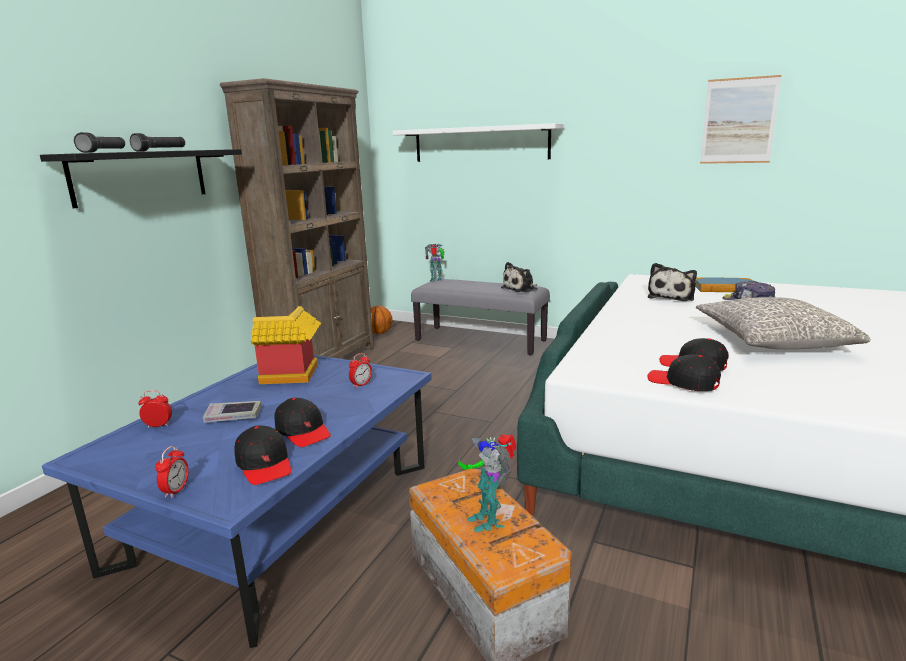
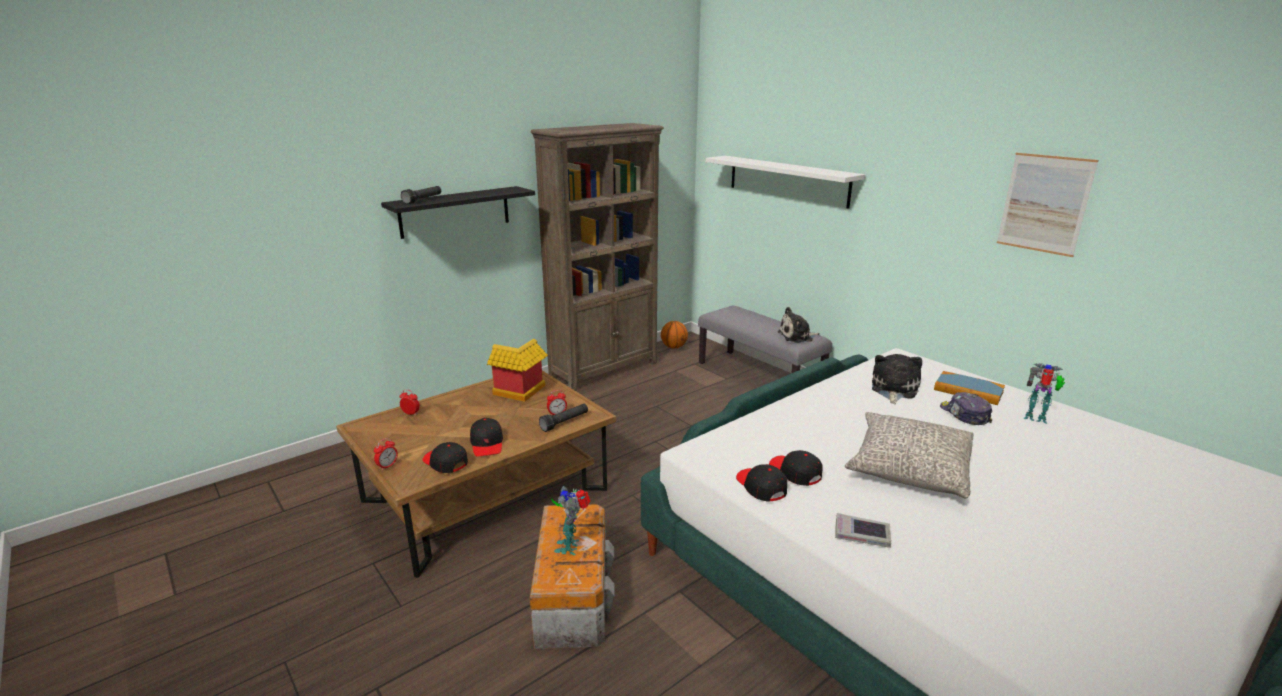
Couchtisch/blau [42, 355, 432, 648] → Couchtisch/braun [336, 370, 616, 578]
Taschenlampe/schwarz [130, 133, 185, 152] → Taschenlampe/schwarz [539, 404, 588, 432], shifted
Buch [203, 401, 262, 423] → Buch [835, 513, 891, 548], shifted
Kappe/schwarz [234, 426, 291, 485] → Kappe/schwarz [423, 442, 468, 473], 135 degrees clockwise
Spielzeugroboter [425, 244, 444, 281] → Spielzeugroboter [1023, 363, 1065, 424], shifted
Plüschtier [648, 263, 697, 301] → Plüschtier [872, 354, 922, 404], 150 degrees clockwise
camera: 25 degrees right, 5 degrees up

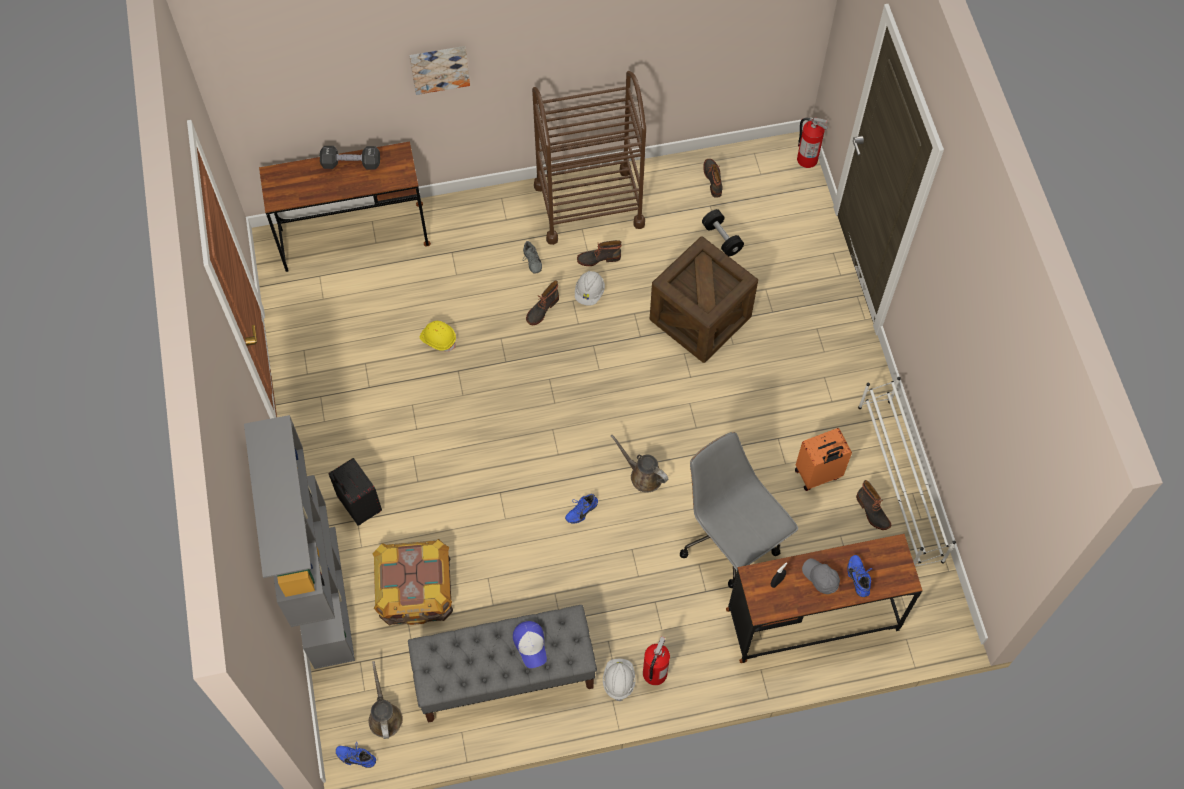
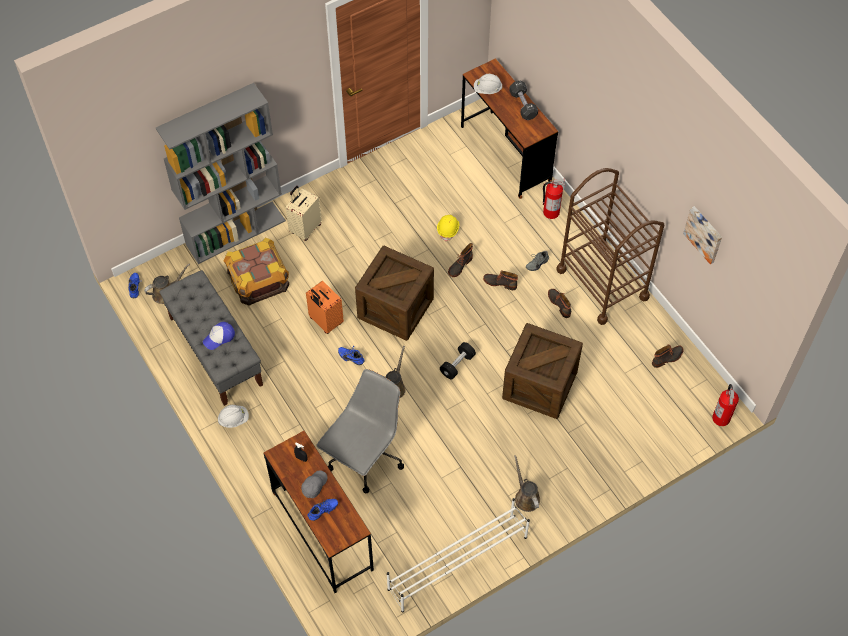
Koffer/schwarz [328, 458, 382, 526] → Koffer/beige [286, 186, 322, 241]
Bild [409, 46, 470, 95] → Bild [683, 206, 722, 264], shifted
Schutzhelm/weiß [575, 271, 605, 306] → Schutzhelm/weiß [474, 74, 503, 94], shifted
Feuerlöscher [643, 636, 670, 685] → Feuerlöscher [543, 179, 566, 219], shifted
Hantel/schwarz [702, 209, 744, 256] → Hantel/schwarz [440, 342, 476, 379], shifted
Koffer/orange [795, 428, 852, 491] → Koffer/orange [306, 281, 344, 334], shifted
Stiefel [856, 480, 891, 530] → Stiefel [448, 243, 473, 277], shifted
- → Kiste [355, 246, 434, 341]
- → Gießkanne/braun [514, 455, 540, 512]
camera: 70 degrees right, 5 degrees down

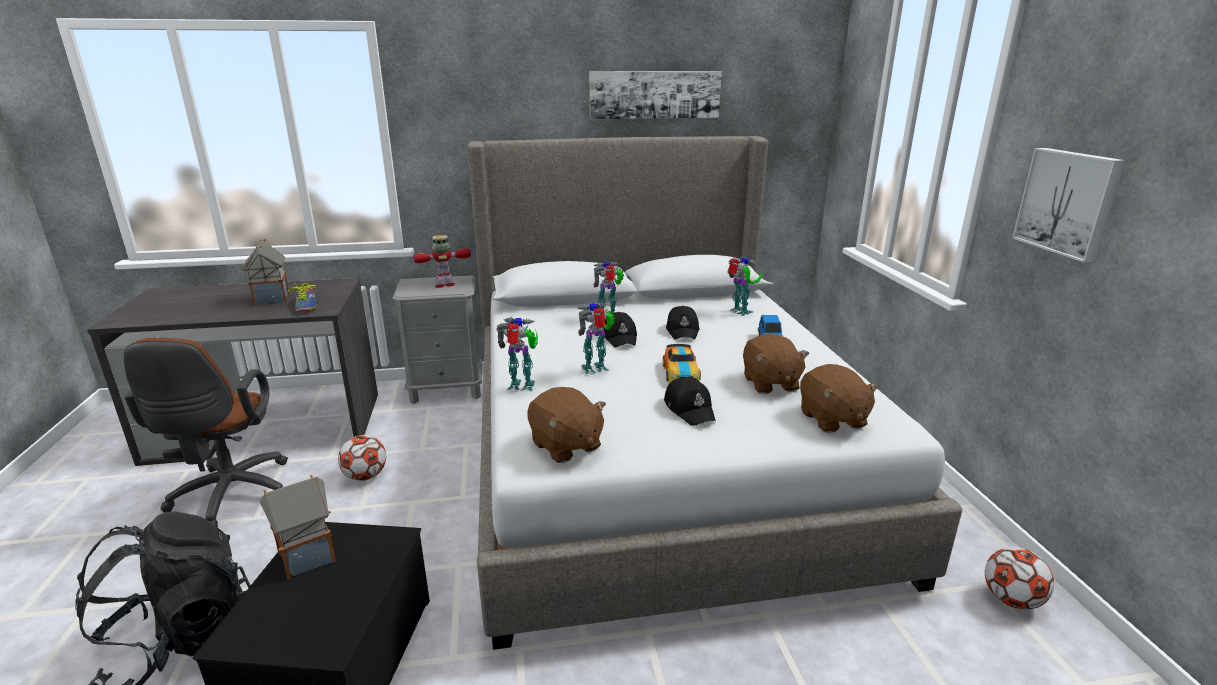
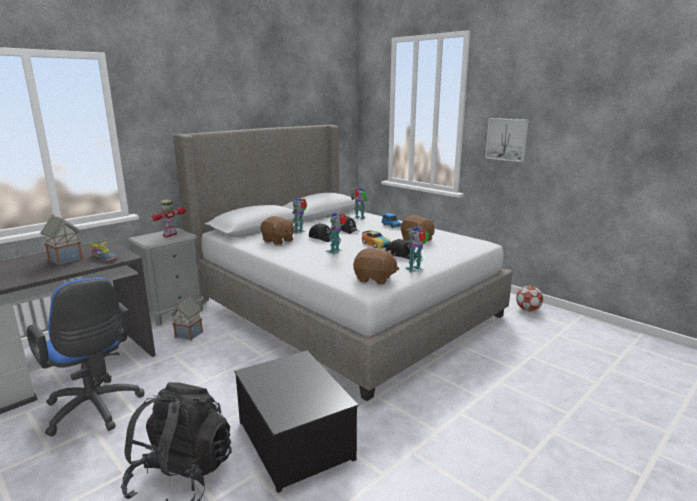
Bürostuhl/braun [124, 337, 288, 527] → Bürostuhl/blau [27, 277, 145, 436]
Spielzeughaus [260, 475, 336, 580] → Spielzeughaus [170, 296, 203, 341], shifted
Fußball [338, 435, 386, 481] → -
Spielzeugroboter [496, 317, 538, 391] → Spielzeugroboter [405, 227, 429, 273], shifted
Bild [589, 71, 722, 119] → -
Plüschtier/braun [800, 364, 879, 433] → Plüschtier/braun [260, 216, 294, 245], shifted
camera: 35 degrees left, 5 degrees down

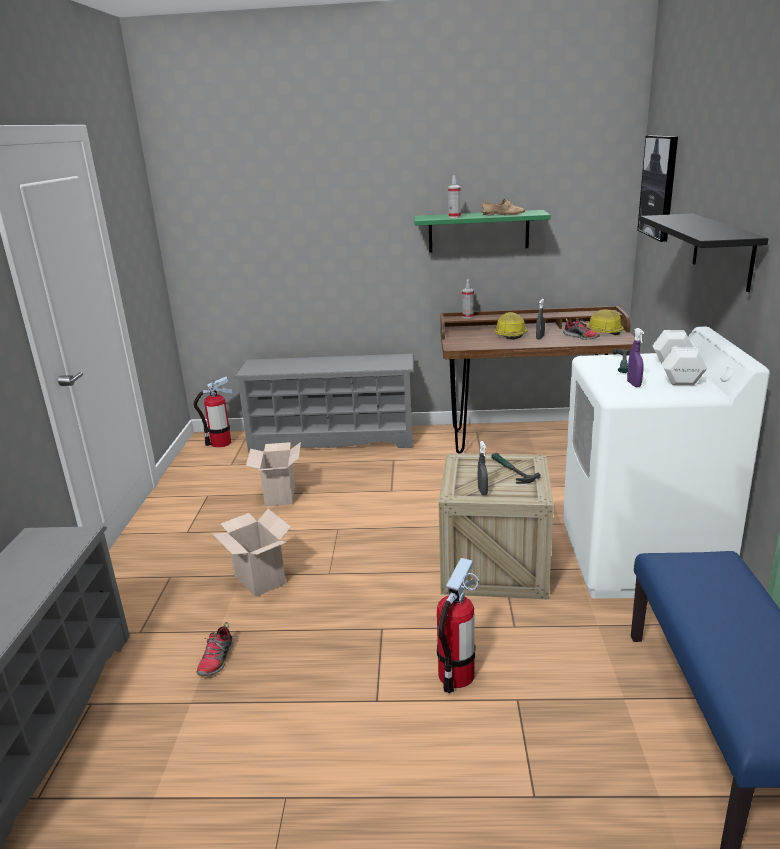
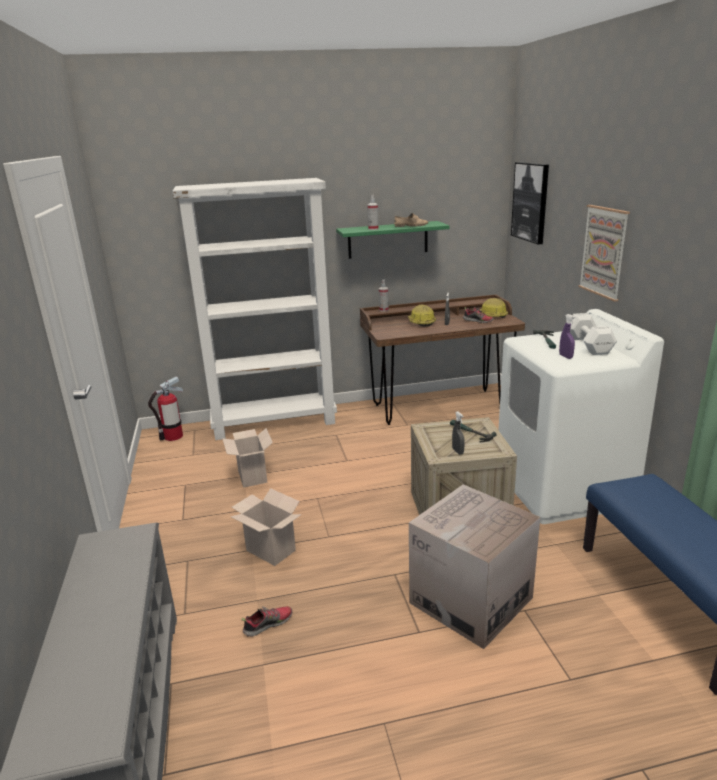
Schuh [196, 622, 234, 676] → Schuh [242, 606, 292, 637], 120 degrees counterclockwise
Schuhregal/grau [234, 354, 414, 453] → Bücherregal/weiß [173, 178, 337, 440]
Feuerlöscher [437, 558, 479, 693] → Karton [409, 484, 540, 649]
Wandregal/schwarz [640, 214, 768, 292] → Bild [578, 205, 630, 302]
camera: 15 degrees left, 0 degrees up

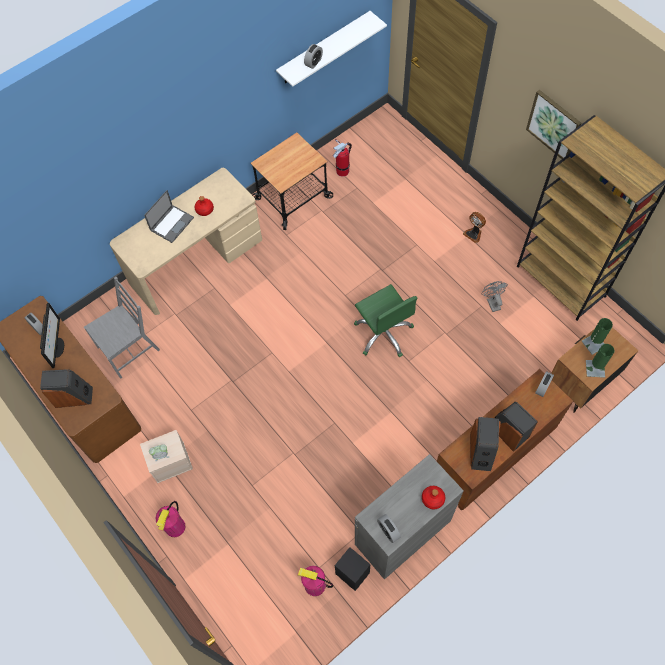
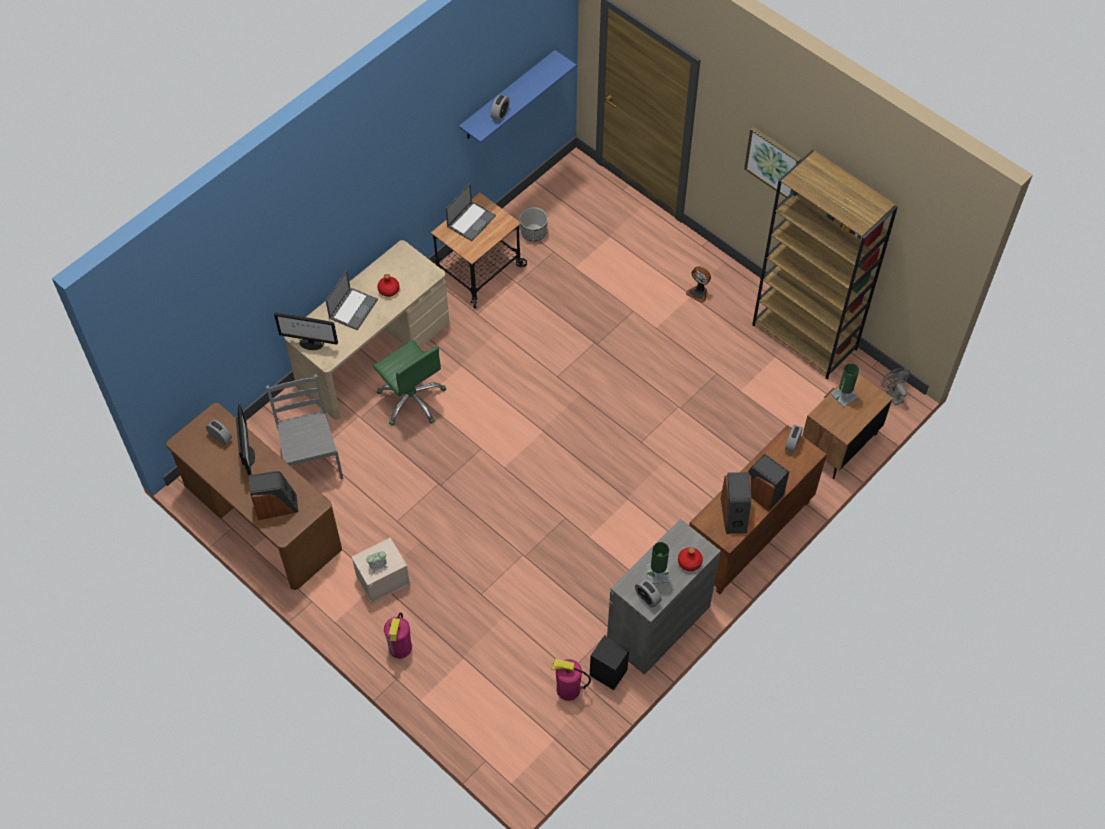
Stuhl/grau [84, 277, 160, 379] → Stuhl/grau [266, 374, 343, 479], 60 degrees counterclockwise
Wandregal/weiß [276, 11, 387, 87] → Wandregal/blau [459, 50, 577, 143]
Feuerlöscher [333, 139, 352, 177] → Pflanzkübel [519, 207, 548, 242]
Bürostuhl/grün [354, 284, 417, 357] → Bürostuhl/grün [373, 340, 446, 426], shifted
Ventilator/grau [482, 281, 508, 312] → Ventilator/grau [881, 368, 910, 405], shifted
Tischlampe/grün [586, 344, 614, 378] → Tischlampe/grün [646, 542, 670, 584], shifted
- → Monitor [274, 313, 338, 350]
- → Laptop [446, 183, 496, 241]
camera: 10 degrees left, 5 degrees down

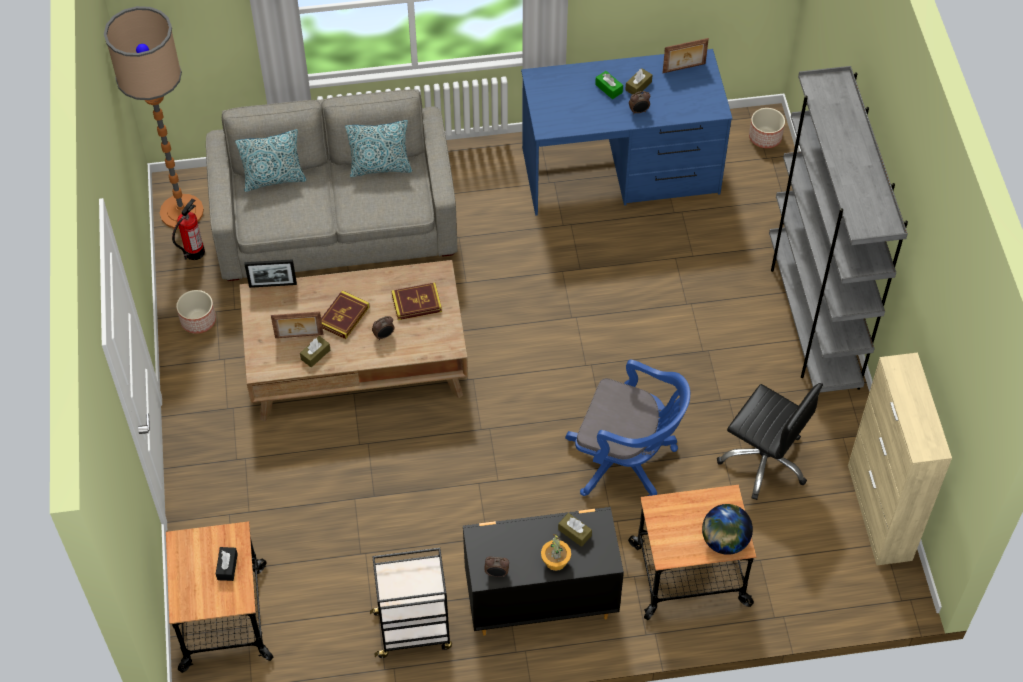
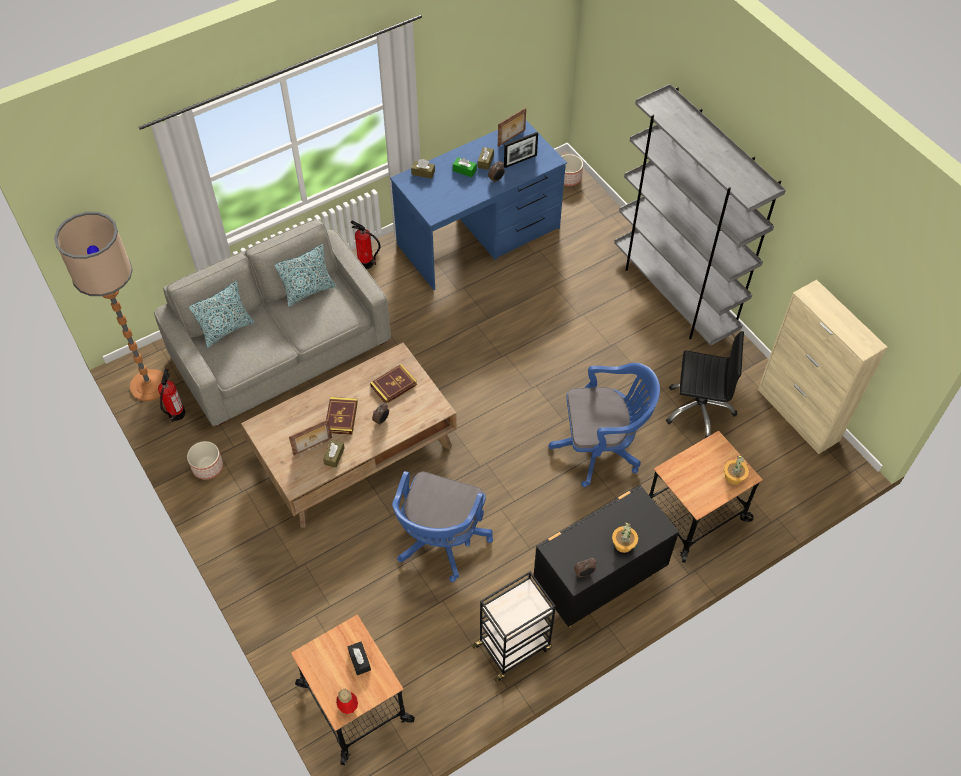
Bilderrahmen [244, 259, 297, 288] → Bilderrahmen [504, 132, 538, 168], shifted
Taschentuchbox/braun [558, 513, 592, 547] → Taschentuchbox/braun [411, 159, 435, 179], shifted
Globus [702, 504, 753, 555] → Topfpflanze [724, 455, 749, 485]
- → Flasche [336, 689, 358, 714]
- → Feuerlöscher [350, 221, 381, 269]
- → Bürostuhl/blau [392, 471, 493, 582]
camera: 25 degrees left, 0 degrees up

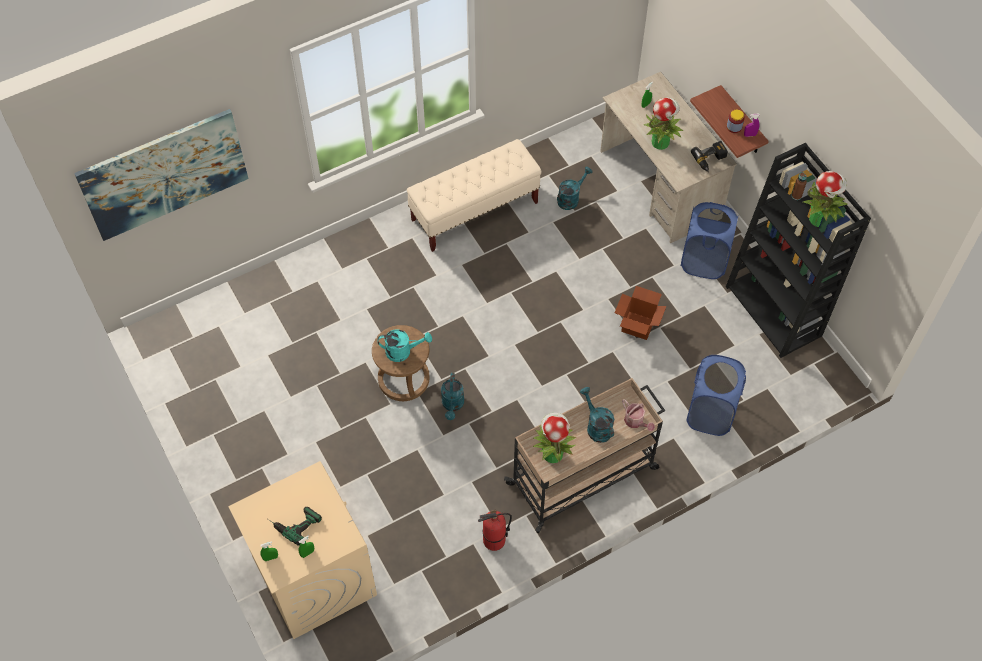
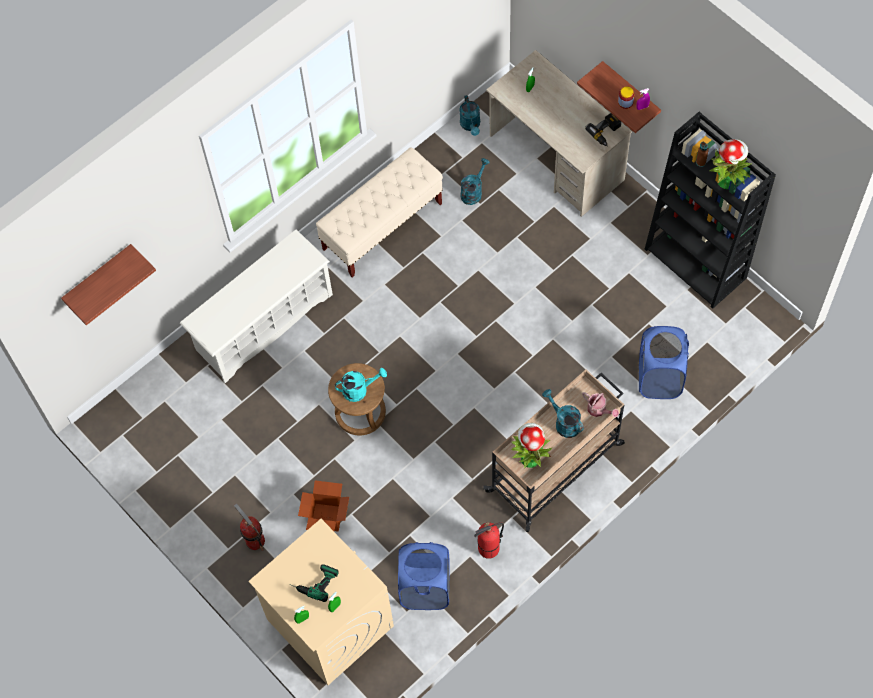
Bild [74, 109, 248, 241] → Wandregal [61, 244, 156, 325]
Gießkanne/türkis [441, 373, 464, 420] → Gießkanne/türkis [459, 95, 480, 136], shifted
Karton [615, 286, 666, 340] → Karton [298, 480, 349, 531], shifted
Topfpflanze [644, 98, 683, 150] → -
Wäschekorb/blau [680, 202, 738, 279] → Wäschekorb/blau [398, 542, 450, 610], shifted
- → Schuhregal/weiß [180, 230, 333, 383]
- → Feuerlöscher [234, 503, 265, 551]
camera: 10 degrees left, 5 degrees up

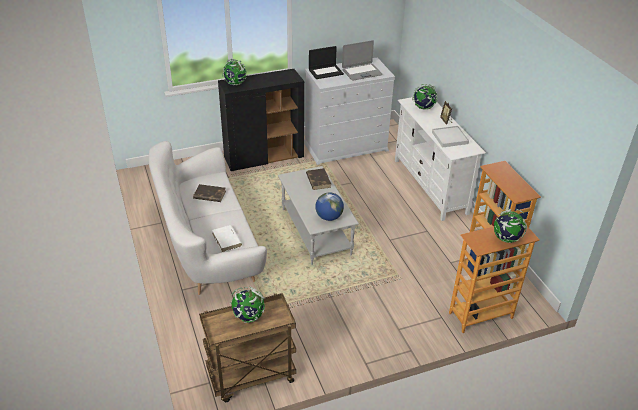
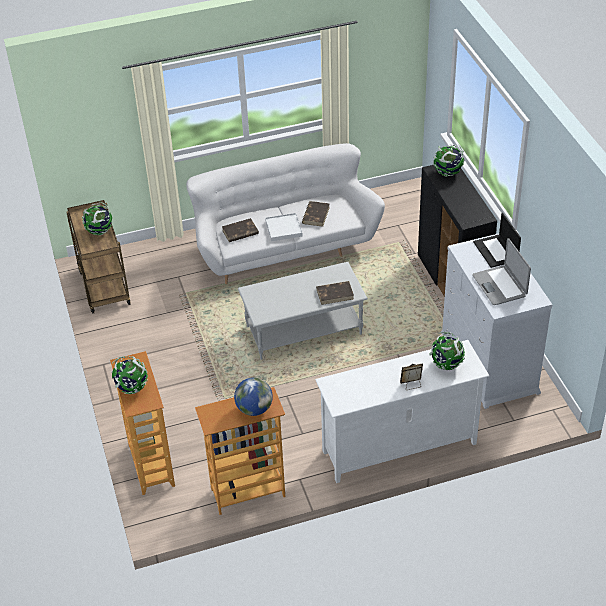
Buch/weiß [212, 225, 242, 252] → Buch/braun [222, 218, 259, 242]
Globus [315, 192, 344, 221] → Globus [234, 377, 273, 416], shifted
Tablett/weiß [432, 126, 469, 148] → Tablett/weiß [265, 213, 303, 241], shifted
camera: 95 degrees right, 5 degrees up

